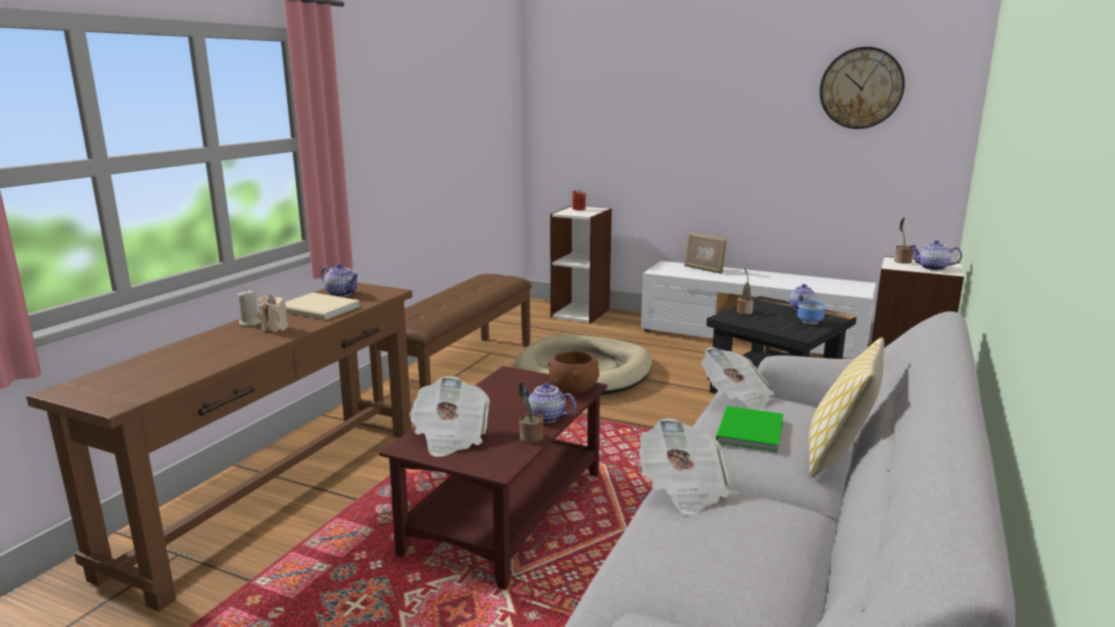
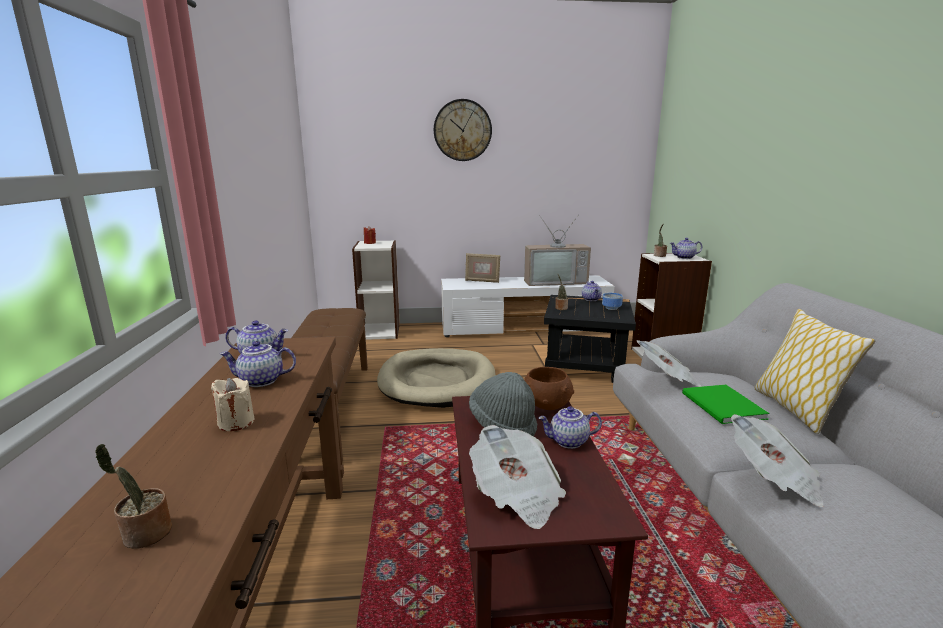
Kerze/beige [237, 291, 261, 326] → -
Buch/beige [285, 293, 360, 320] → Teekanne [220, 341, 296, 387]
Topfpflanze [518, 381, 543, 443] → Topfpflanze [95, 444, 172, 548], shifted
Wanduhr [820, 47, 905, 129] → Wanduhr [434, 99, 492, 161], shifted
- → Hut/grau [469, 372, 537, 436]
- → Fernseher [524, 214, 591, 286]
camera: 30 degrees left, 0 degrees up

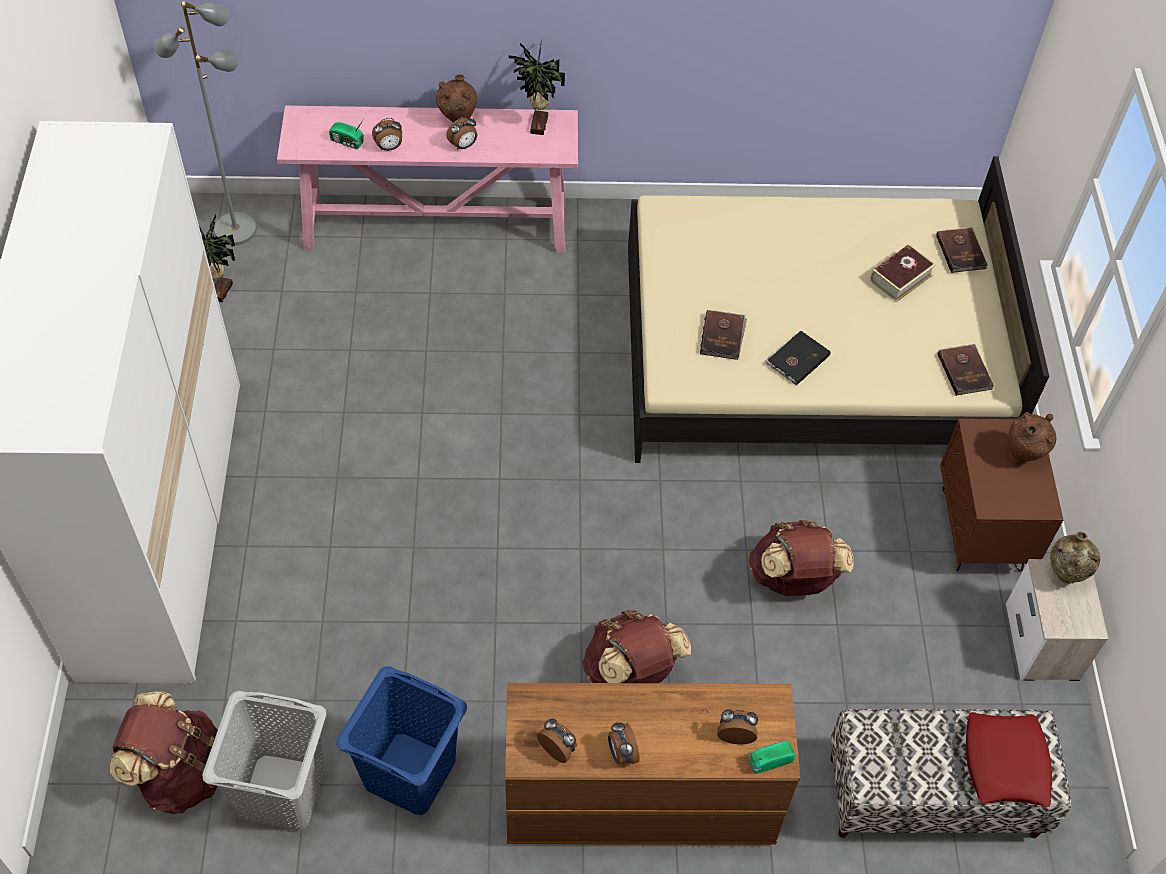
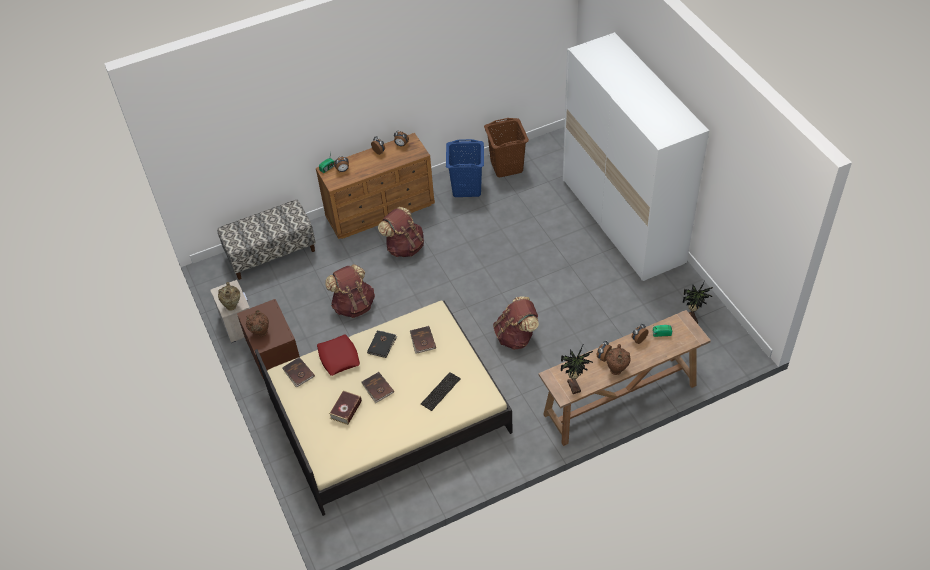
Rucksack/braun [110, 691, 218, 814] → Rucksack/braun [493, 297, 539, 350], shifted
Stehlampe/grau [154, 1, 257, 245] → -
Wäschekorb/grau [202, 691, 327, 831] → Wäschekorb/braun [484, 118, 529, 177]
Konsolentisch/rosa [277, 106, 578, 253] → Konsolentisch/braun [539, 310, 711, 446]
Buch/braun [936, 227, 988, 273] → Buch/braun [361, 372, 394, 403], shifted
Kissen/rot [966, 712, 1052, 808] → Kissen/rot [317, 335, 360, 376], shifted
- → Tastatur [421, 372, 460, 411]
camera: 160 degrees right, 5 degrees down

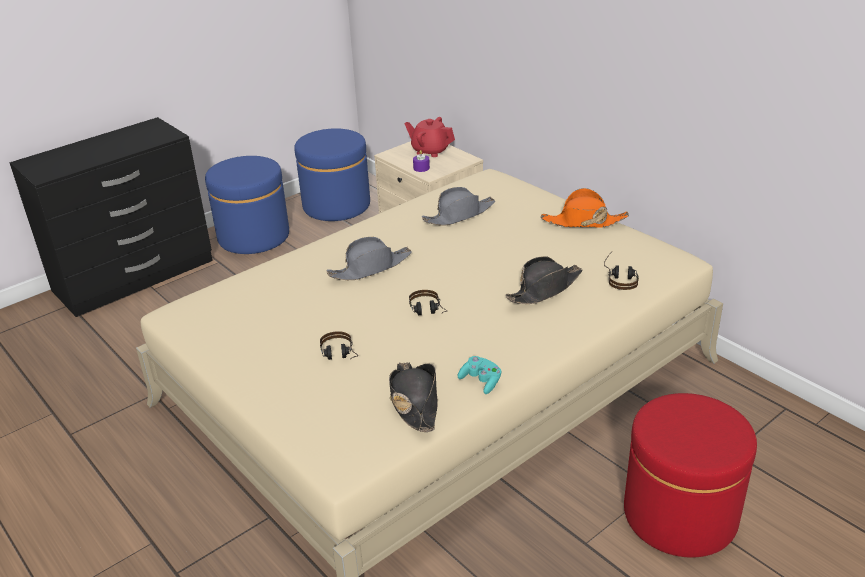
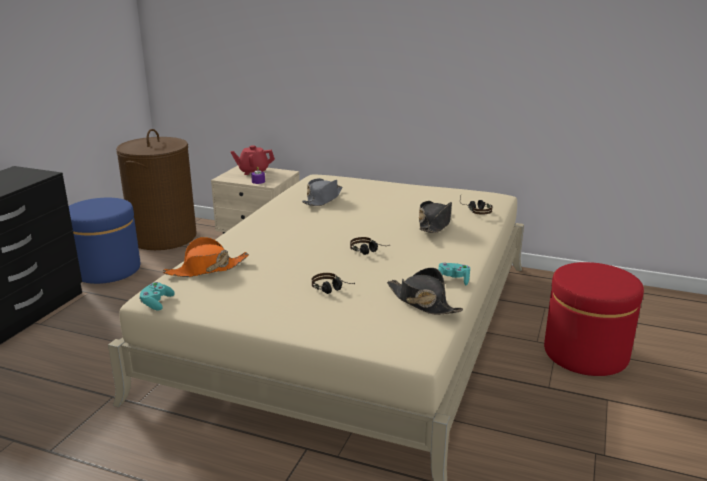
Polsterhocker/blau [294, 128, 370, 221] → Wäschekorb/braun [116, 129, 197, 250]
Hut/grau [327, 237, 412, 280] → -
Hut/orange [541, 188, 629, 227] → Hut/orange [163, 237, 249, 277], shifted
- → Gamepad/türkis [139, 282, 175, 310]
camera: 30 degrees left, 10 degrees down

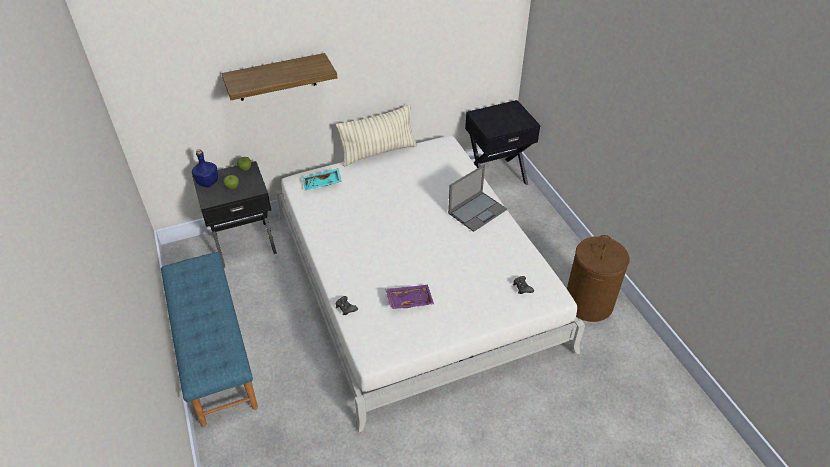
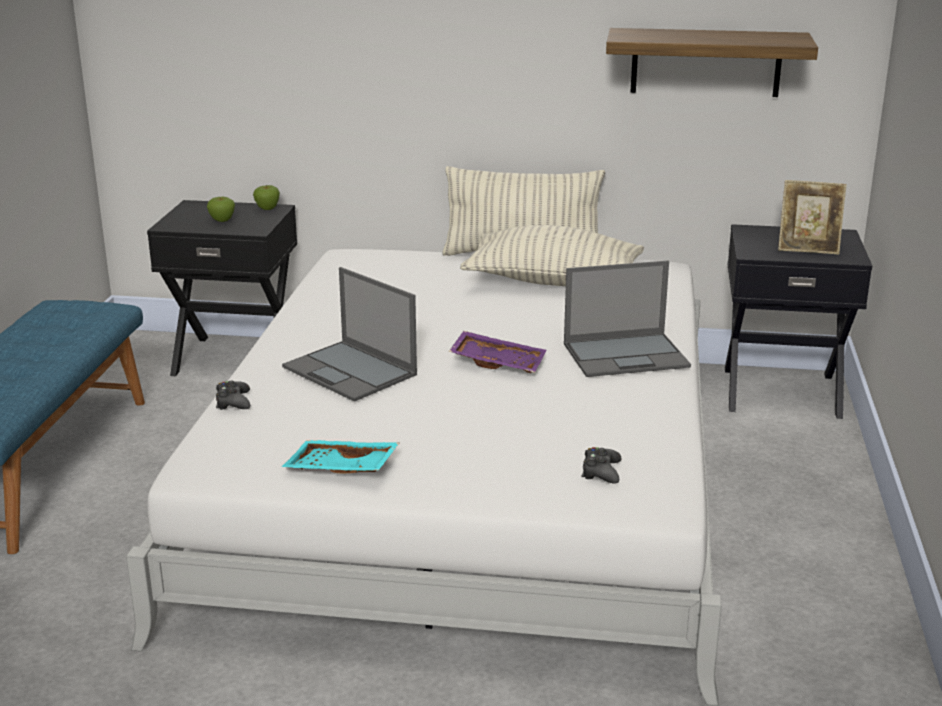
Flasche/blau [192, 149, 218, 187] → -
Wandregal [222, 53, 337, 101] → Wandregal [606, 28, 818, 97], shifted
Tablett/türkis [303, 168, 342, 190] → Tablett/türkis [281, 440, 399, 474], shifted
Tablett/lila [385, 285, 434, 309] → Tablett/lila [449, 331, 546, 373], shifted
Wäschekorb/braun [567, 235, 629, 322] → -
- → Laptop [282, 267, 417, 402]
- → Kissen [460, 225, 644, 286]
- → Bilderrahmen [778, 180, 847, 254]
camera: 30 degrees right, 20 degrees down

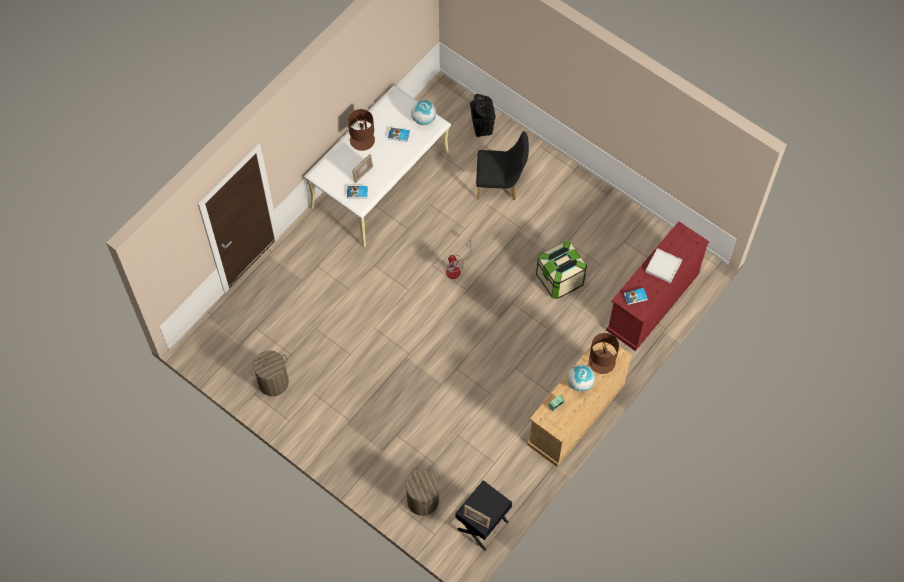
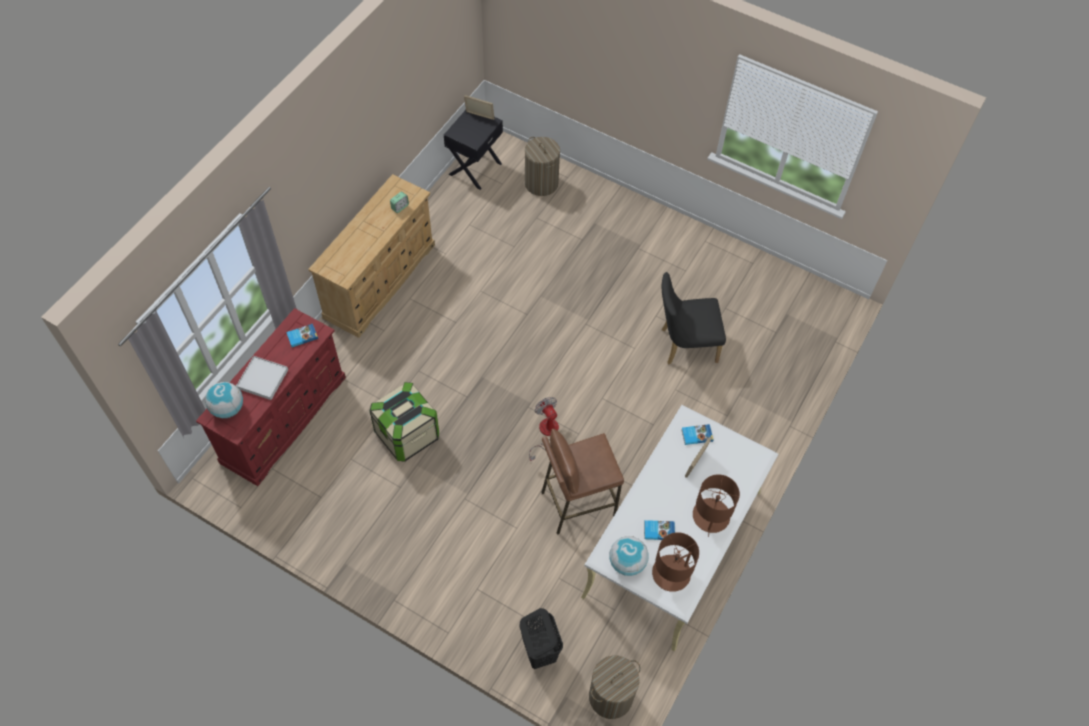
Wäschekorb [251, 350, 289, 396] → Wäschekorb [589, 655, 641, 719], shifted
Stuhl/schwarz [476, 131, 529, 200] → Stuhl/schwarz [662, 272, 726, 364], shifted
Globus [568, 364, 595, 392] → Globus [205, 382, 243, 418], shifted
Tischlampe/braun [589, 333, 619, 374] → Tischlampe/braun [652, 532, 699, 592], shifted
- → Hocker/braun [541, 429, 624, 535]
camera: 170 degrees right, 5 degrees down

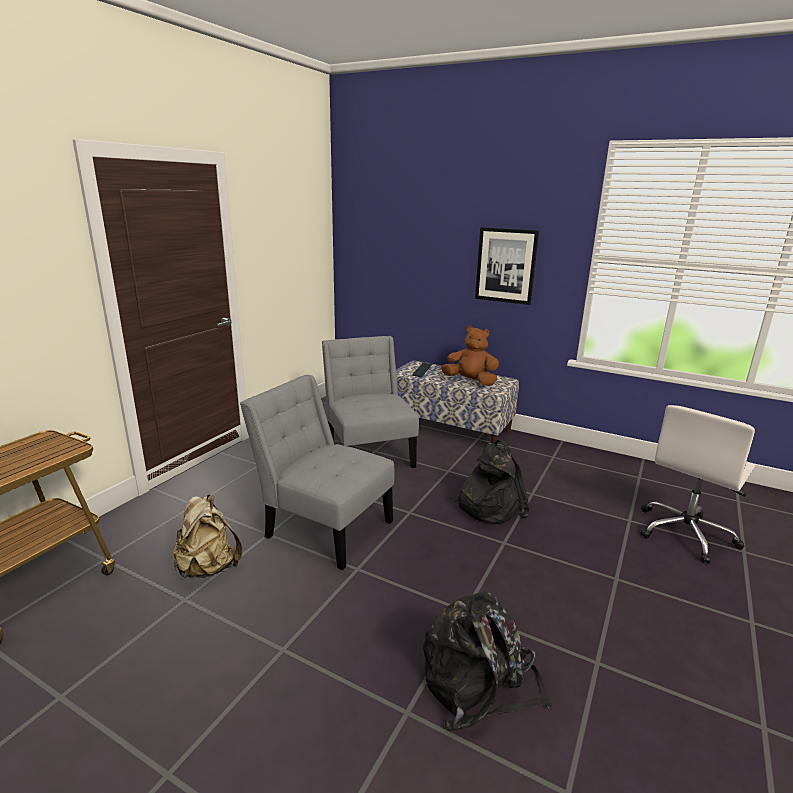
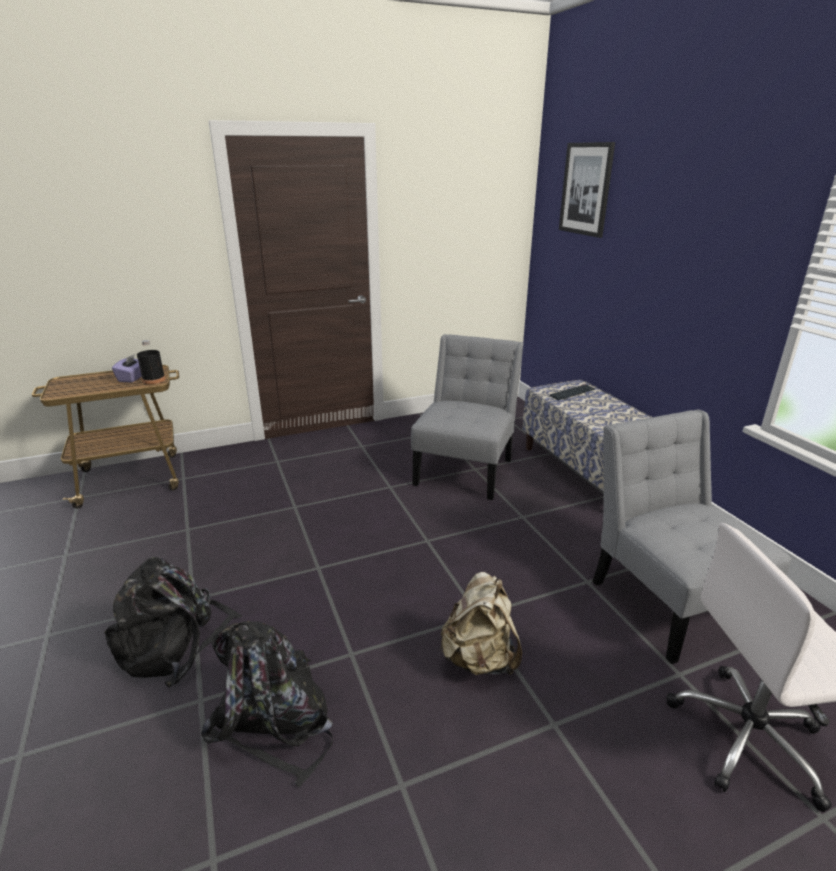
Rucksack/beige [173, 495, 242, 579] → Rucksack/beige [440, 572, 522, 675], shifted
Stuhl/grau [240, 375, 395, 570] → Stuhl/grau [592, 410, 791, 664], shifted
Plüschtier/braun [441, 326, 499, 386] → -
Rucksack/schwarz [455, 440, 529, 524] → Rucksack/schwarz [104, 557, 242, 688], shifted
Bild [475, 227, 539, 305] → Bild [559, 142, 615, 238], shifted
- → Taschentuchbox/lila [112, 354, 142, 383]
- → Flasche/schwarz [137, 340, 165, 384]
camera: 40 degrees right, 5 degrees up

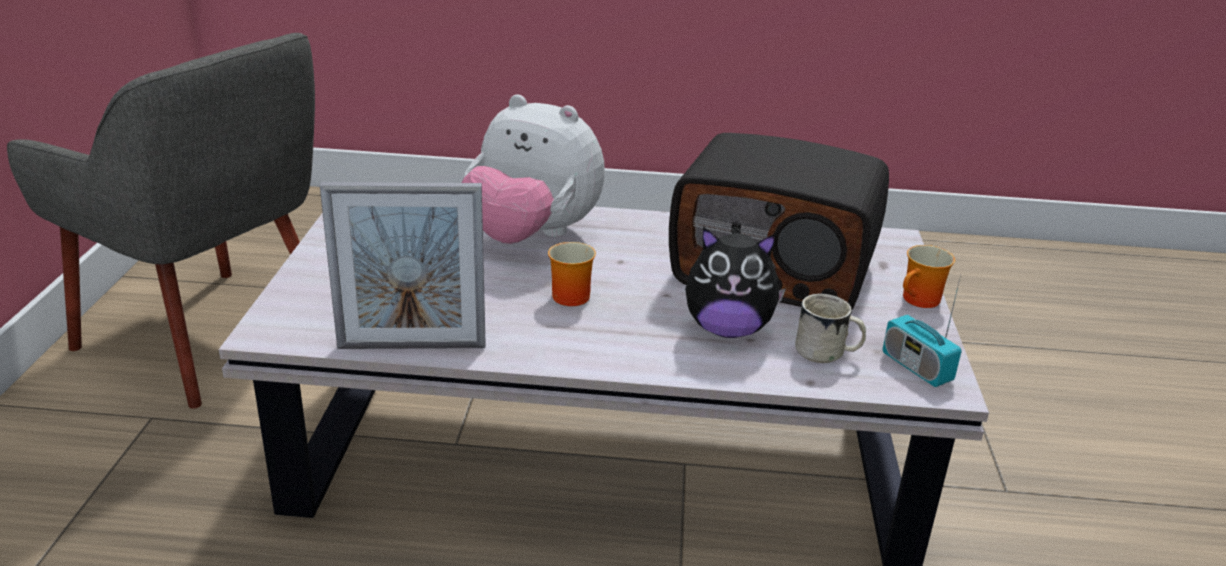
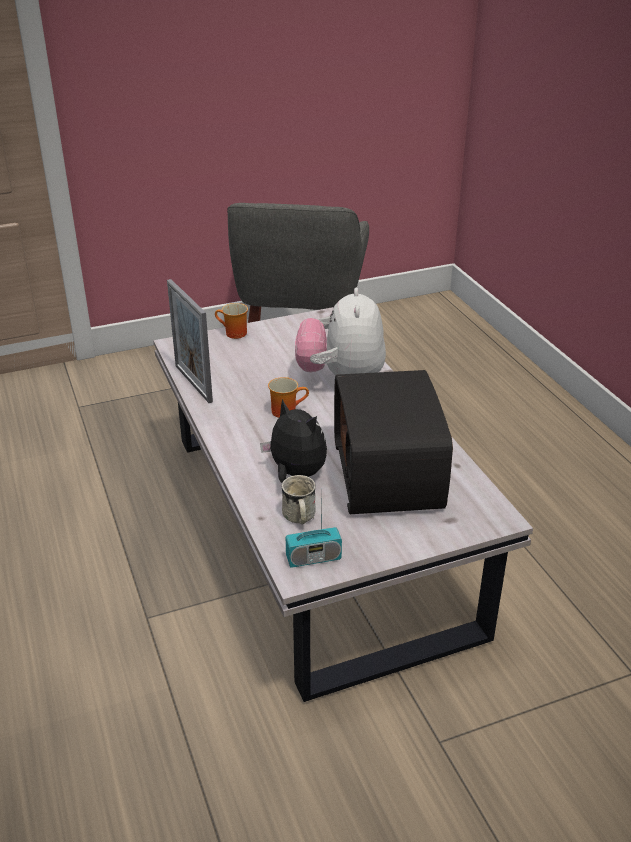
Plüschtier [685, 227, 786, 338] → Plüschtier [260, 399, 327, 483], 150 degrees clockwise
Radio [883, 274, 962, 387] → Radio [286, 489, 342, 568], 135 degrees counterclockwise
Henkelbecher [903, 245, 955, 308] → Henkelbecher [215, 303, 248, 339], shifted
camera: 65 degrees right, 5 degrees up

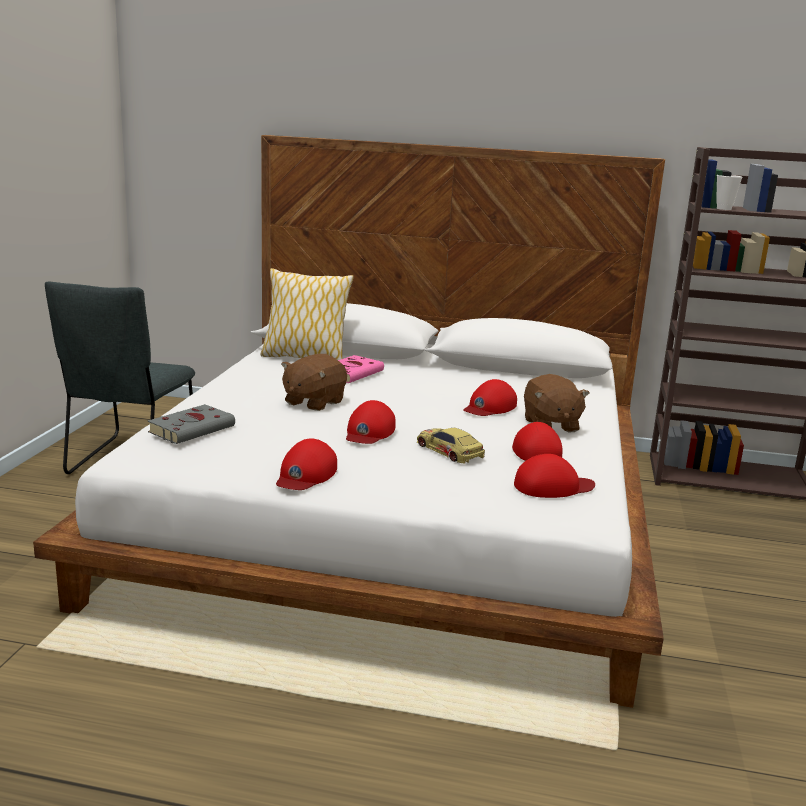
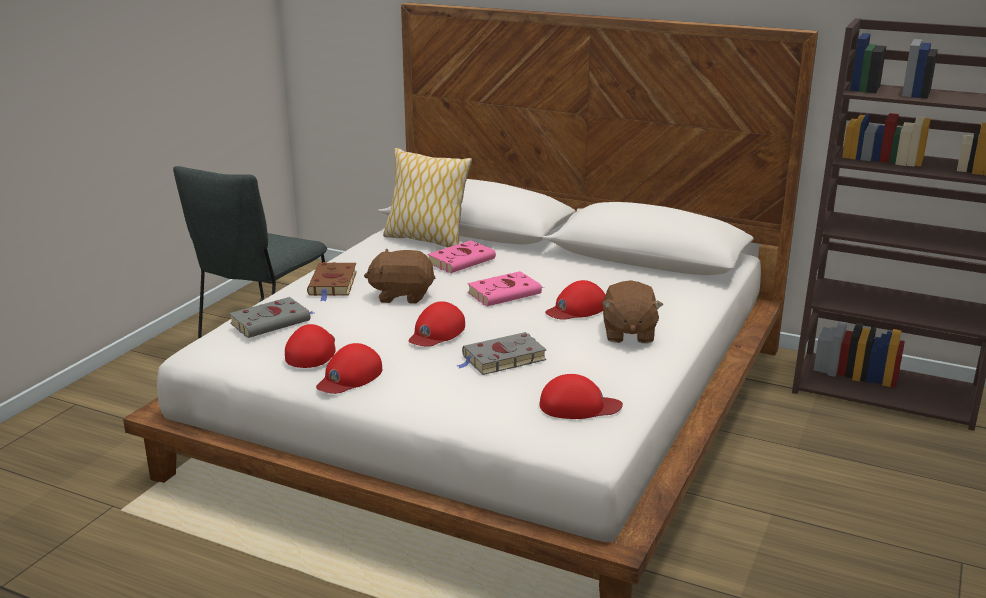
Plüschtier/braun [281, 354, 347, 411] → Plüschtier/braun [364, 249, 435, 304], 45 degrees clockwise
Spielzeugauto [417, 428, 485, 463] → Buch/grau [457, 332, 547, 375]
Kappe/rot [512, 422, 563, 461] → Kappe/rot [285, 324, 336, 368], shifted
Tasse [716, 175, 742, 210] → -
- → Buch/braun [307, 262, 357, 301]
- → Buch/rosa [467, 271, 543, 306]
camera: 15 degrees right, 5 degrees up

